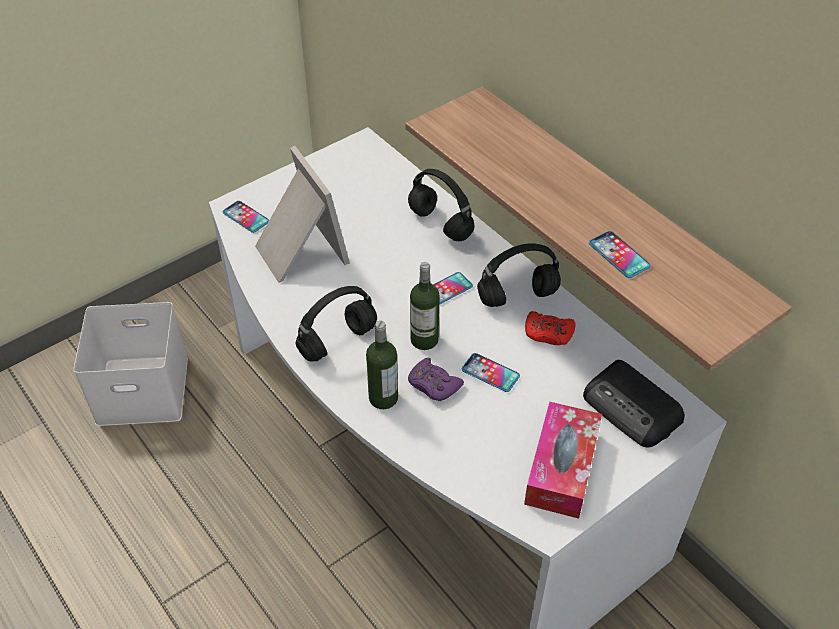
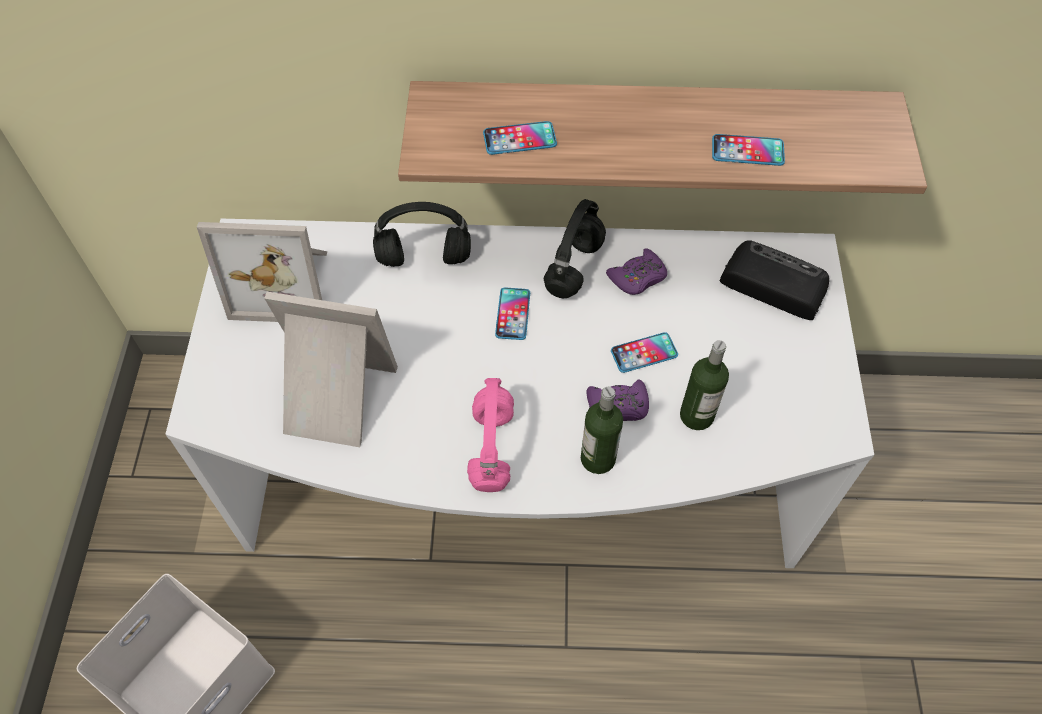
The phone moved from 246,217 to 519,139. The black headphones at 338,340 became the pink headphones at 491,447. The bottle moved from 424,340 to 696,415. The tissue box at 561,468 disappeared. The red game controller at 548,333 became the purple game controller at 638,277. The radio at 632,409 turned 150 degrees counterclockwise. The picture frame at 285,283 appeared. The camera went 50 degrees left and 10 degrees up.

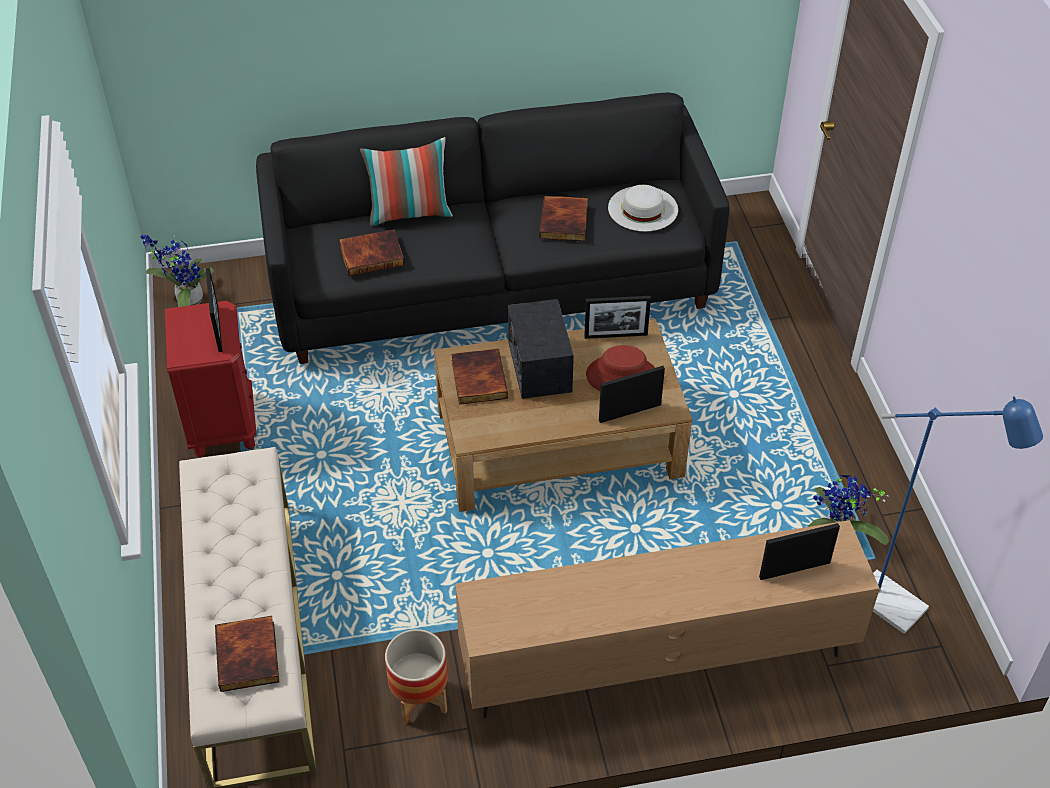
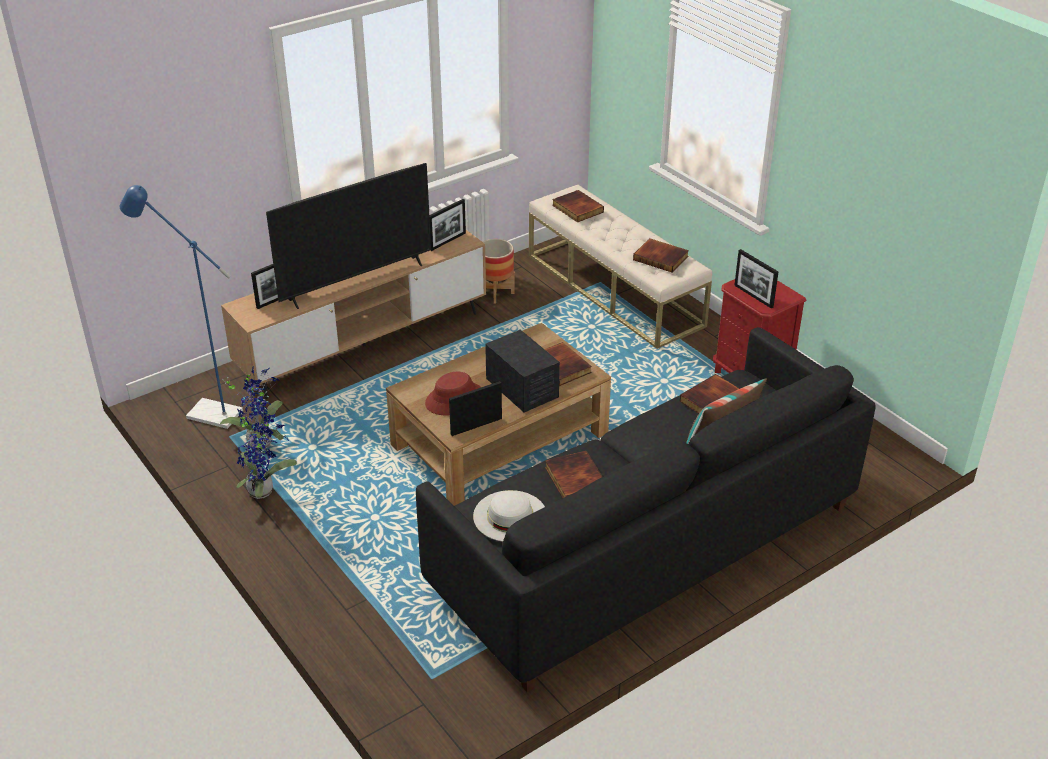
The potted plant moved from 186,300 to 264,490. The picture frame moved from 630,412 to 447,241. The television at 356,282 appeared. The book at 661,258 appeared. The camera went 155 degrees right and 10 degrees down.

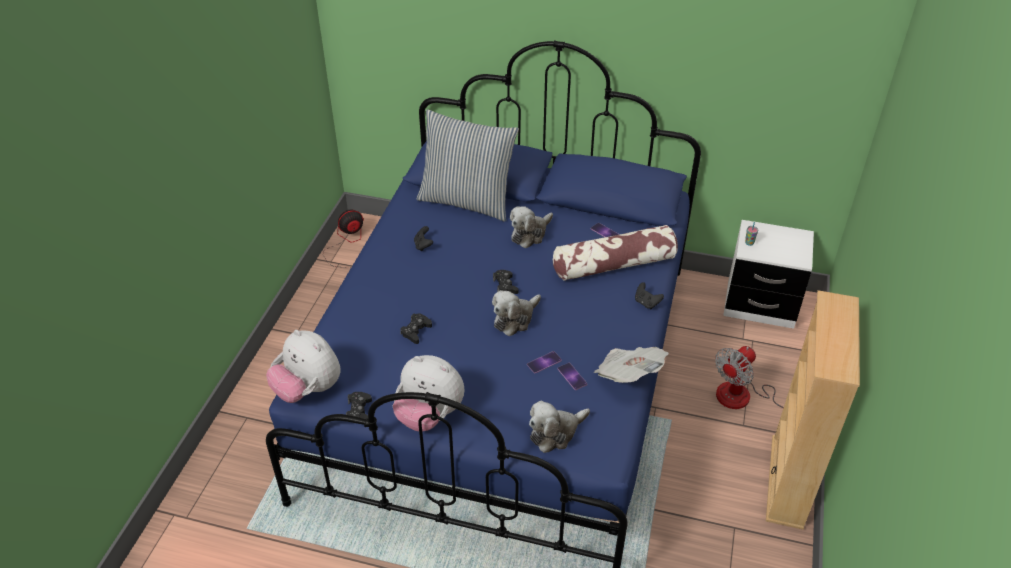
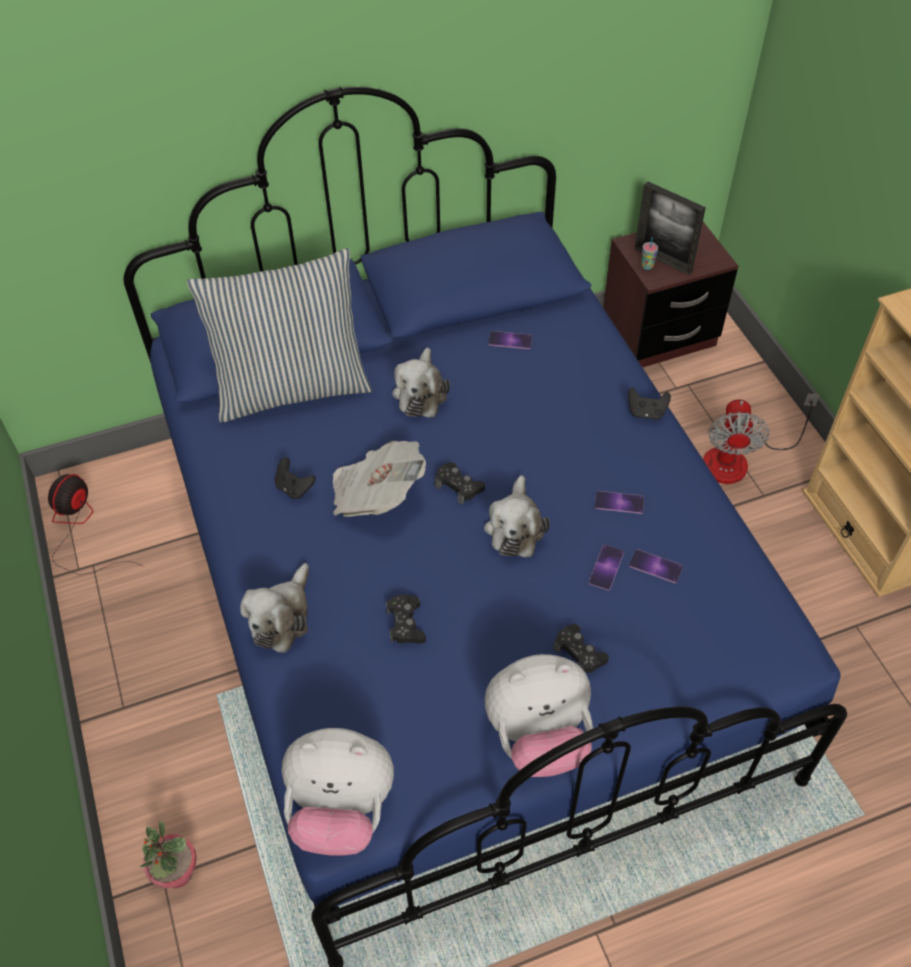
The black game controller moved from 359,411 to 579,653. The plush toy moved from 555,432 to 282,617. The pillow at 613,265 disappeared. The newspaper moved from 628,375 to 376,494. The white nightstand at 760,304 became the brown nightstand at 658,334. The potted plant at 177,873 appeared. The phone at 619,502 appeared. The picture frame at 663,260 appeared. The camera went 35 degrees left and 10 degrees up.

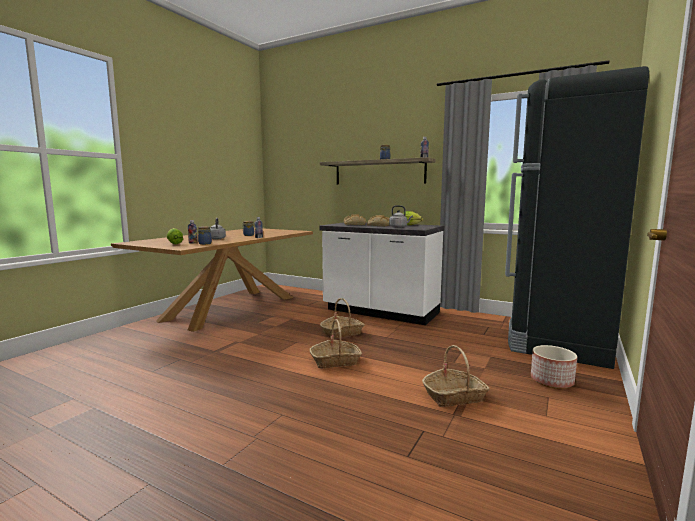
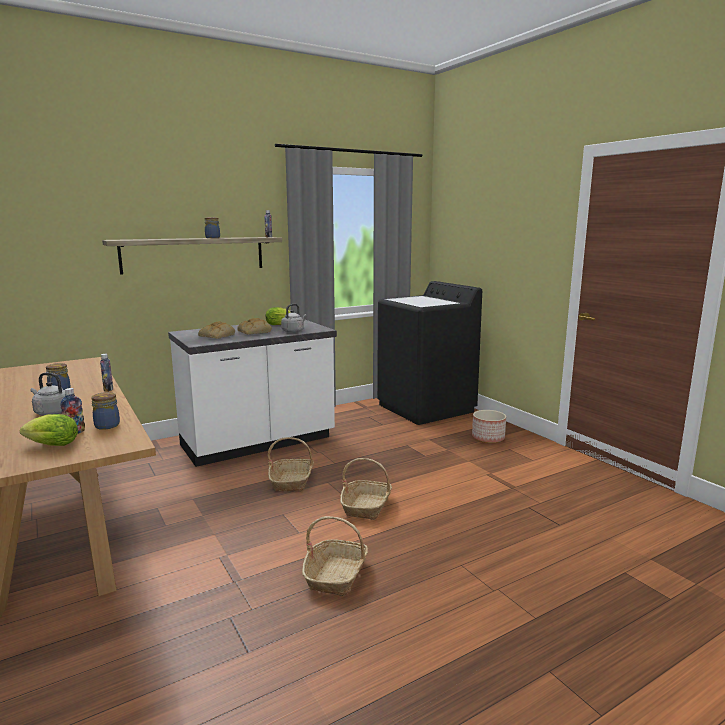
The basket moved from 454,396 to 336,575. The black fridge at 558,341 was replaced by the black washing machine at 426,408. The camera went 60 degrees left and 5 degrees up.

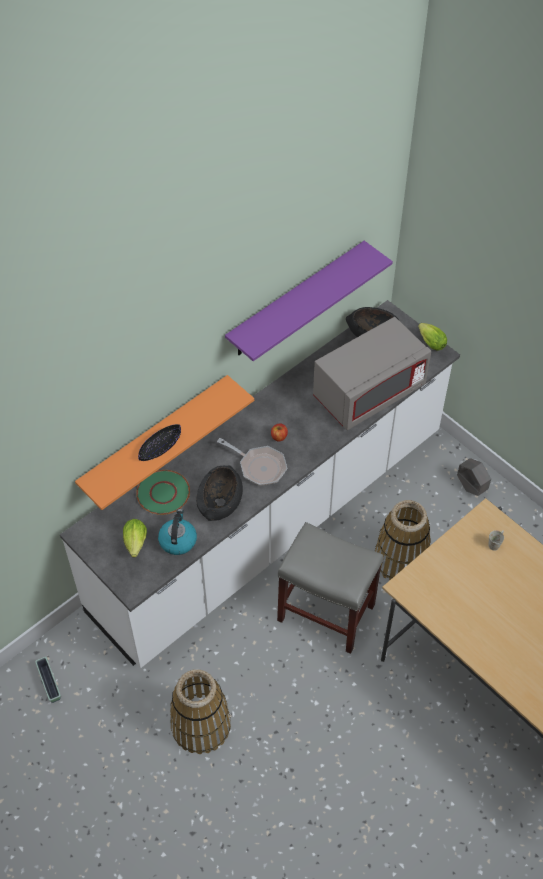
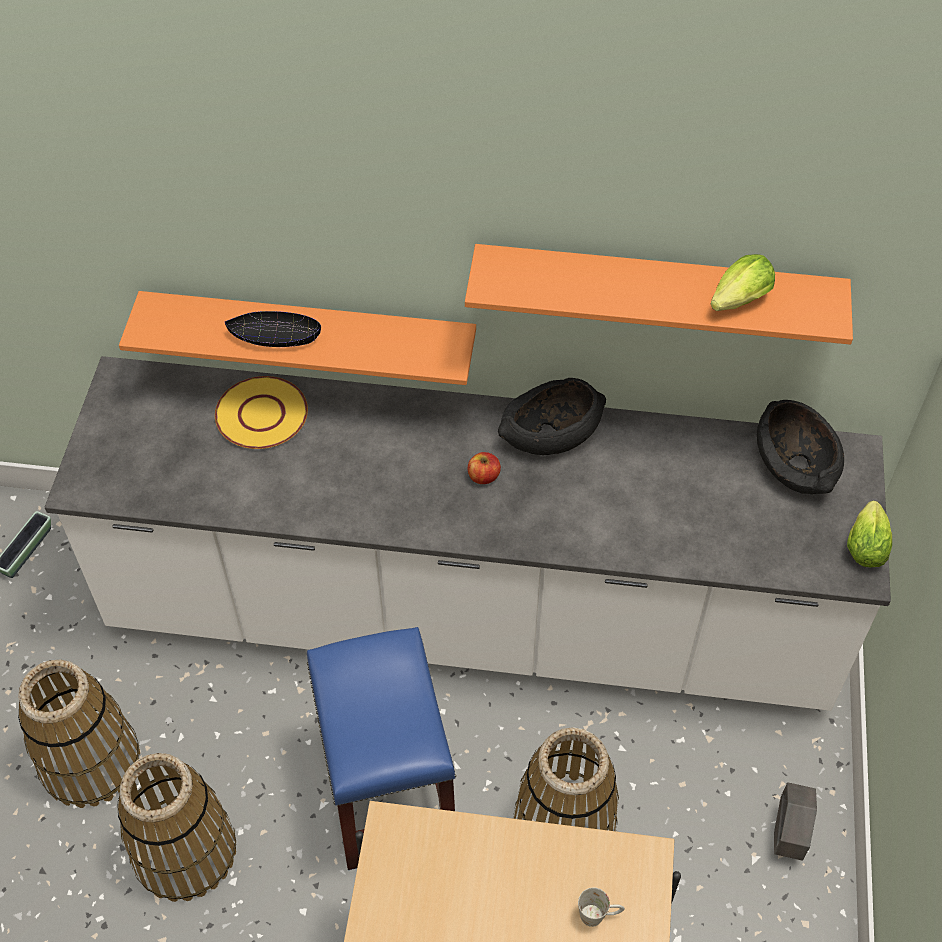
The lettuce moved from 135,545 to 736,303. The green plate at 163,493 became the yellow plate at 261,414. The kettle at 177,540 disappeared. The black bowl moved from 220,502 to 550,434. The frying pan at 259,467 disappeared. The purple shelf at 296,300 became the orange shelf at 656,289. The grey stool at 325,613 became the blue stool at 386,788. The grey microwave at 369,393 disappeared. The basket at 184,851 appeared. The camera went 50 degrees right and 0 degrees up.

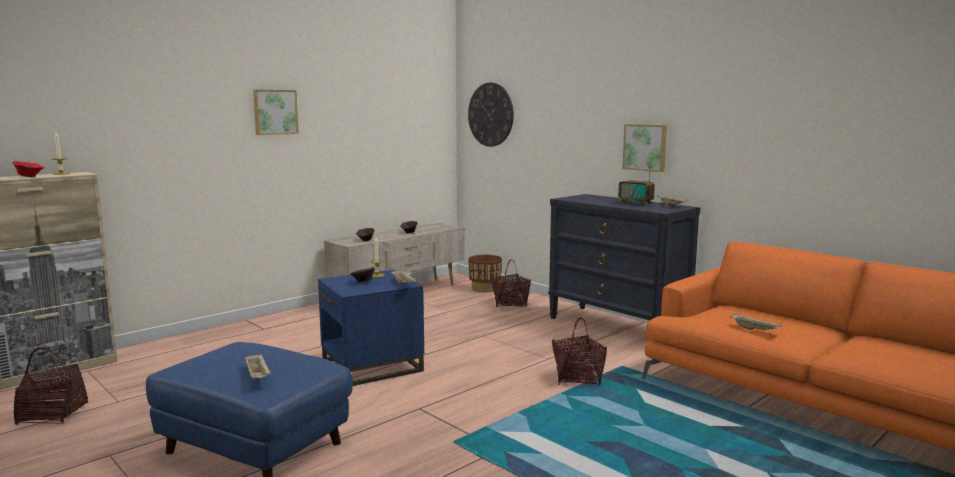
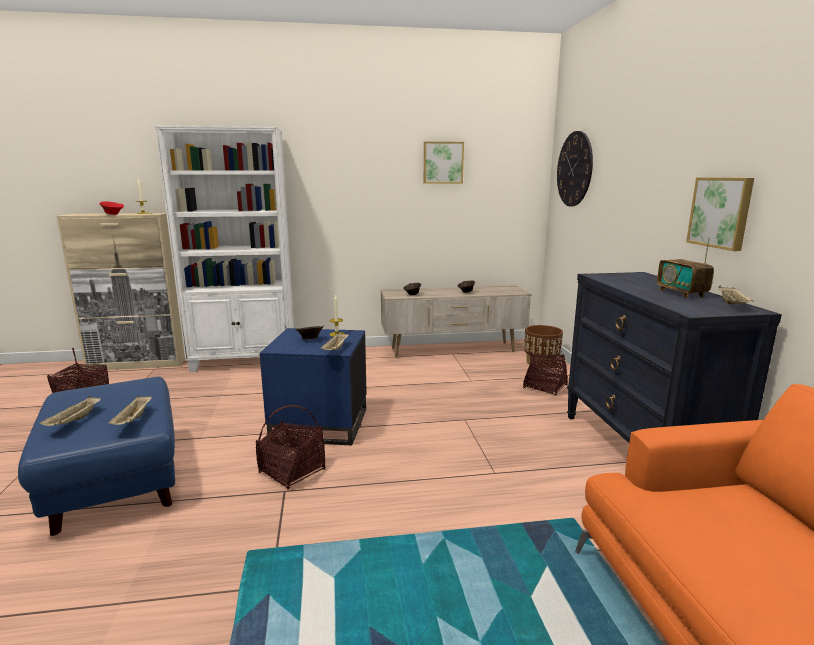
The picture moved from 275,112 to 443,162. The basket moved from 578,377 to 292,471. The beige tray moved from 755,330 to 133,420. The white bookcase at 245,361 appeared. The camera went 35 degrees right and 5 degrees up.

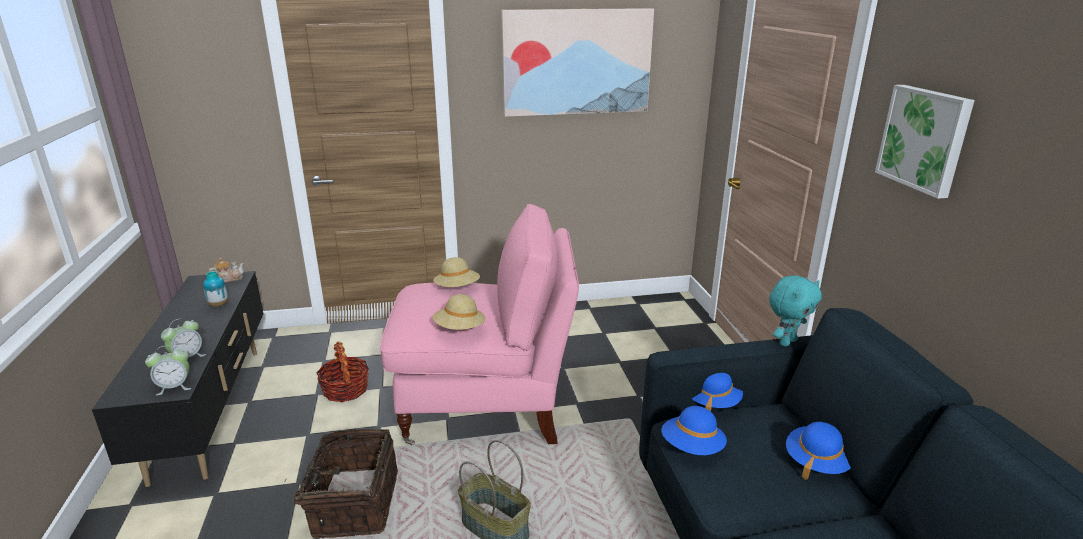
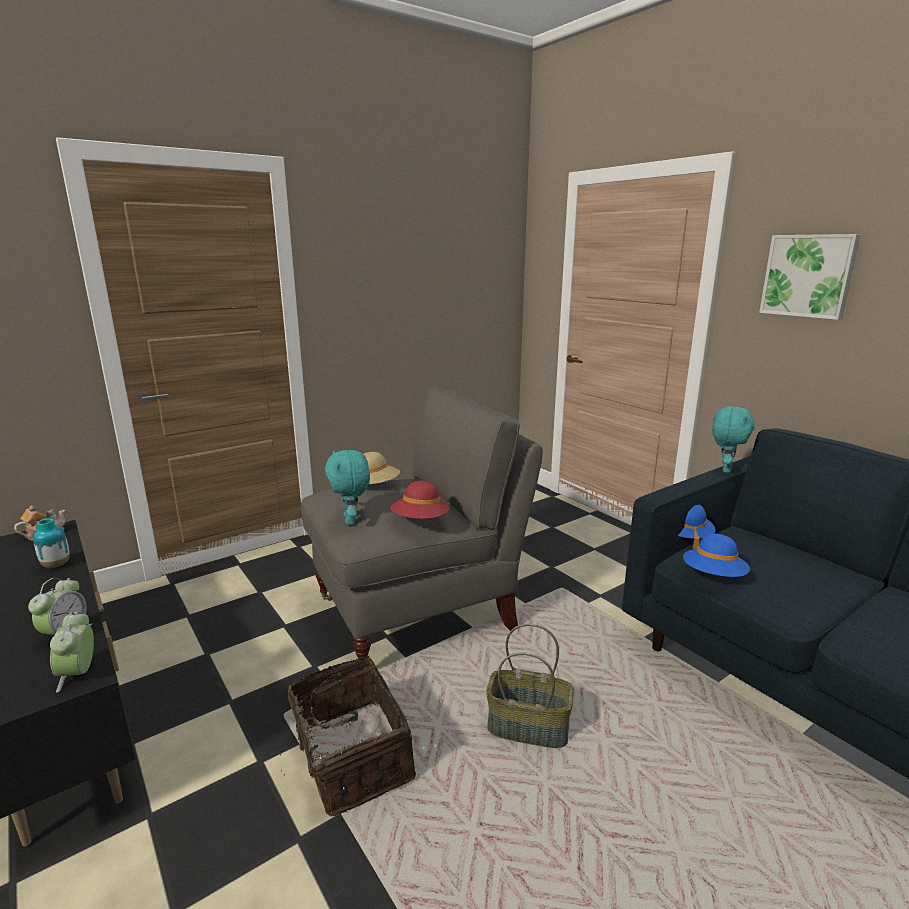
The alarm clock at 174,387 turned 120 degrees clockwise. The basket at 345,390 disappeared. The pink armchair at 486,406 became the grey armchair at 418,613. The beige hat at 459,329 became the red hat at 420,521. The picture at 576,62 disappeared. The blue hat at 817,462 disappeared. The turquoise plush toy at 351,520 appeared. The camera went 25 degrees left and 5 degrees down.

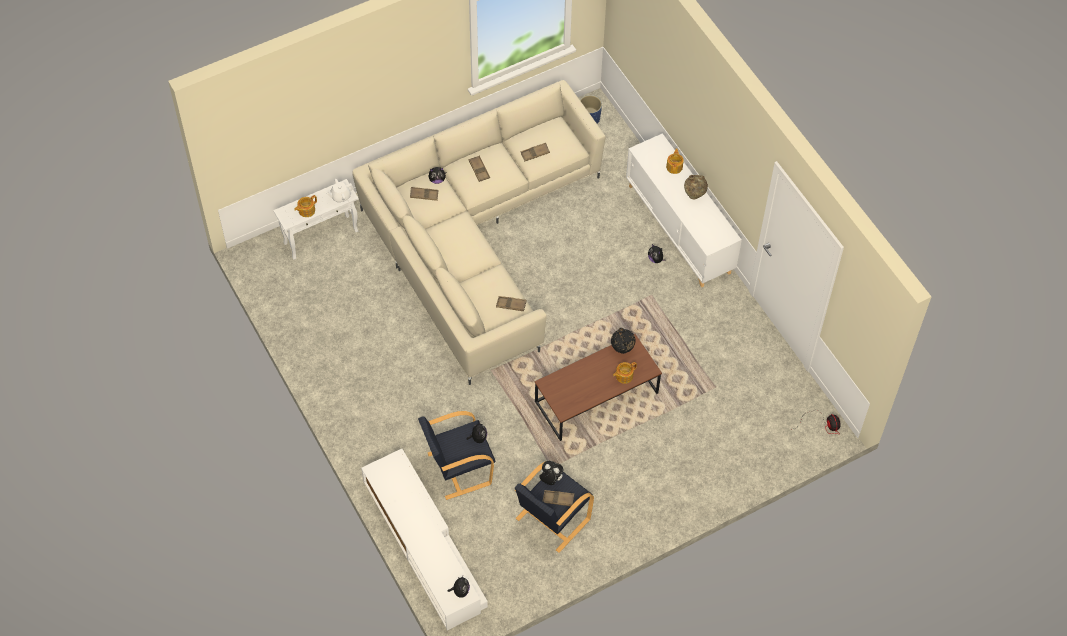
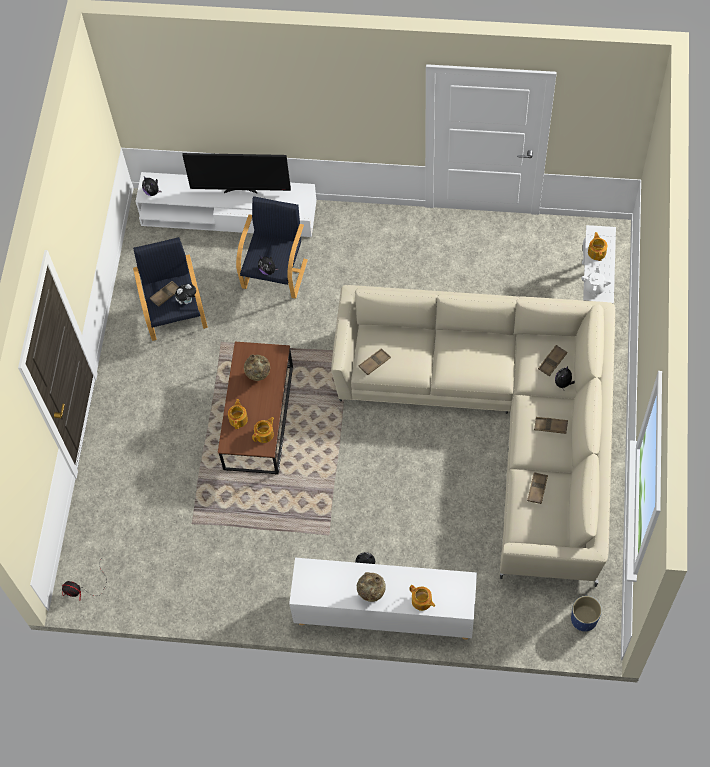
The black vase at 622,350 was replaced by the teapot at 265,434. The television at 241,190 appeared. The beige vase at 259,377 appeared. The camera went 130 degrees right and 5 degrees up.

